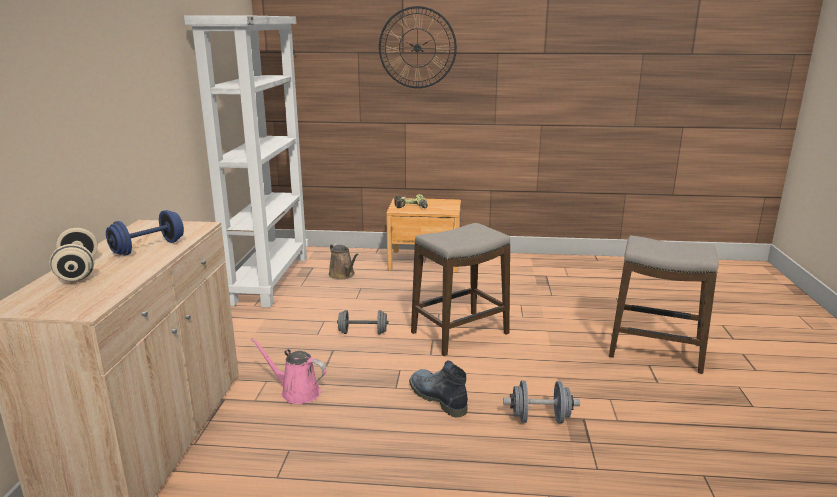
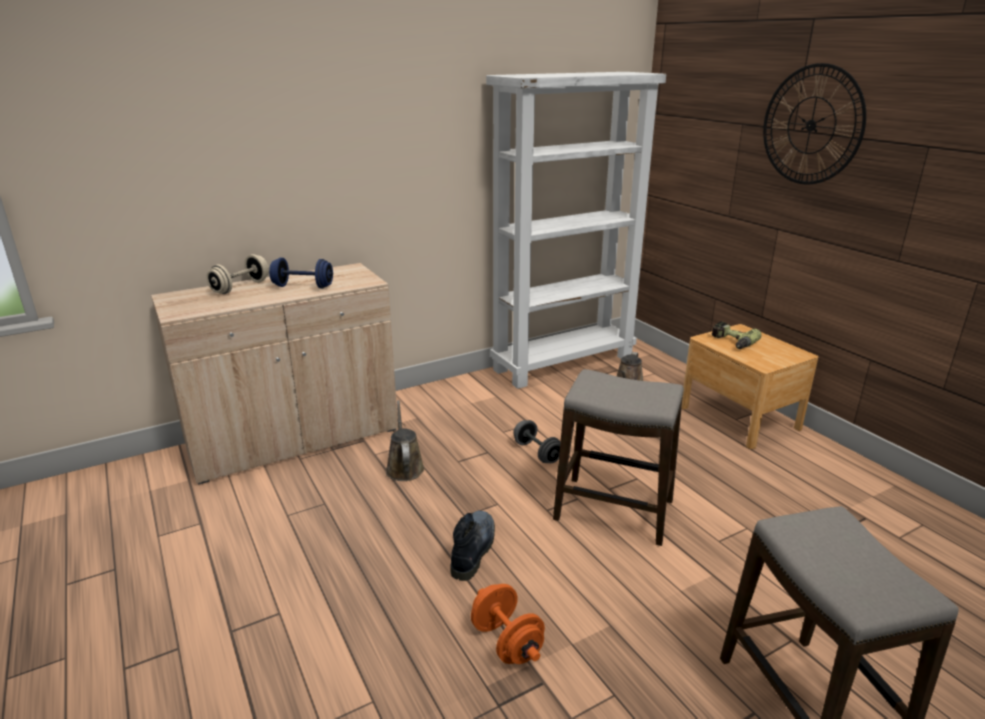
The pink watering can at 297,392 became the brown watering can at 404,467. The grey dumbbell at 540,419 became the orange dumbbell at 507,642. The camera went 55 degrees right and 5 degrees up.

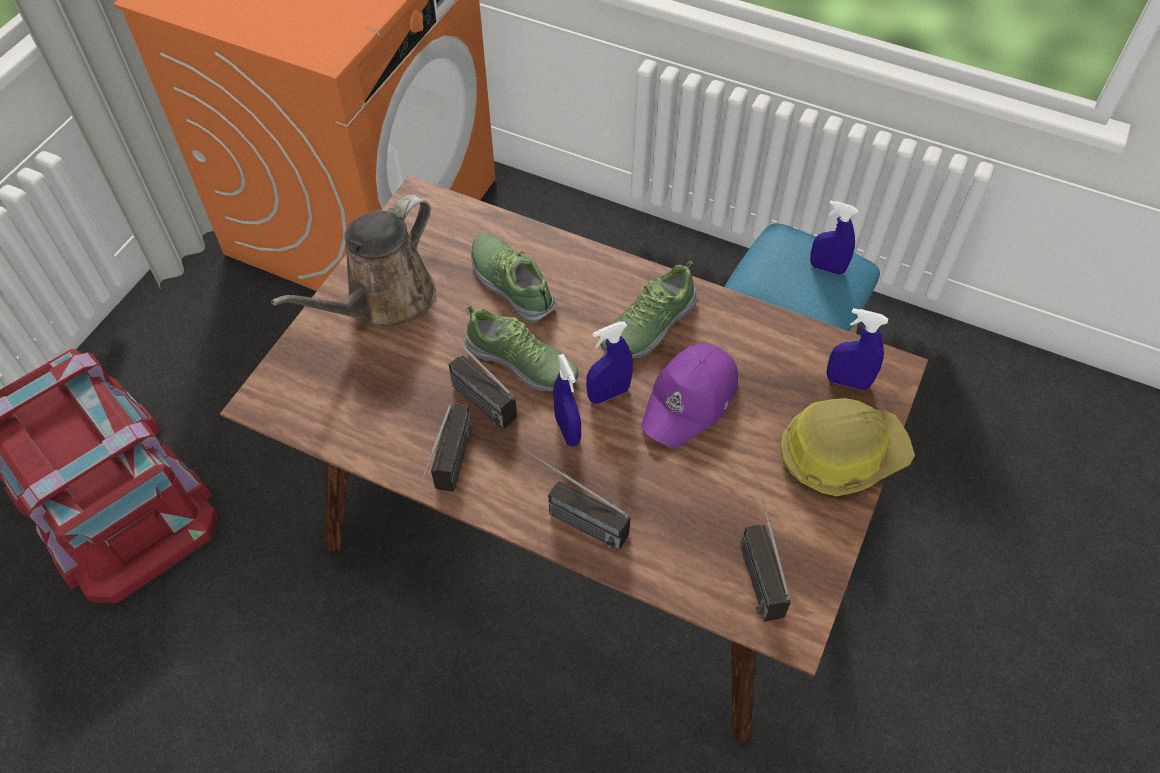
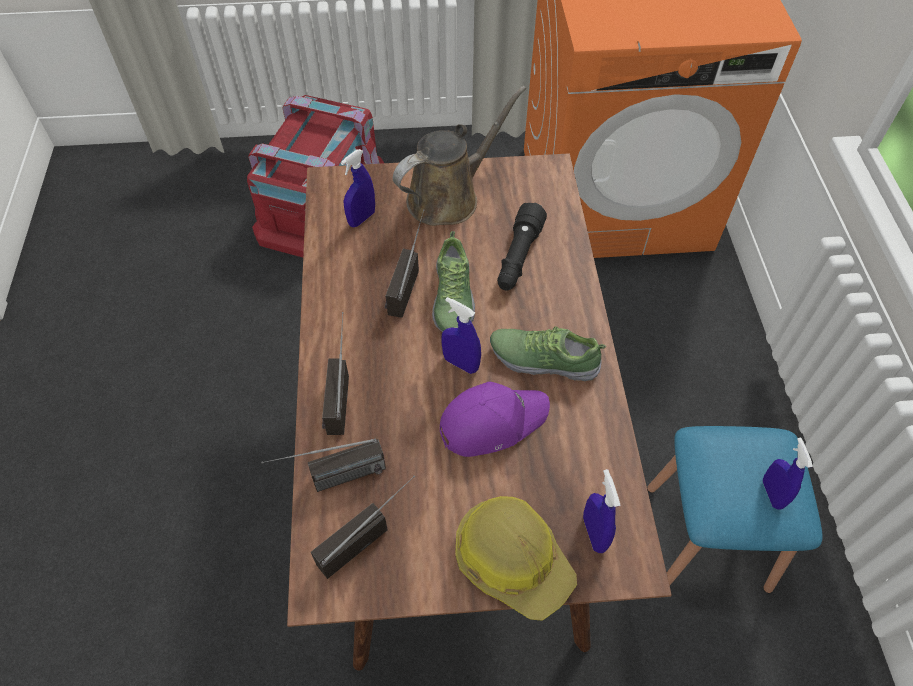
The brown watering can at 384,301 turned 135 degrees clockwise. The radio moved from 451,475 to 331,481. The shoe at 512,284 was replaced by the black flashlight at 518,257. The blue spray bottle moved from 567,430 to 361,218. The purple cap at 691,401 turned 150 degrees clockwise. The camera went 60 degrees right and 0 degrees up.

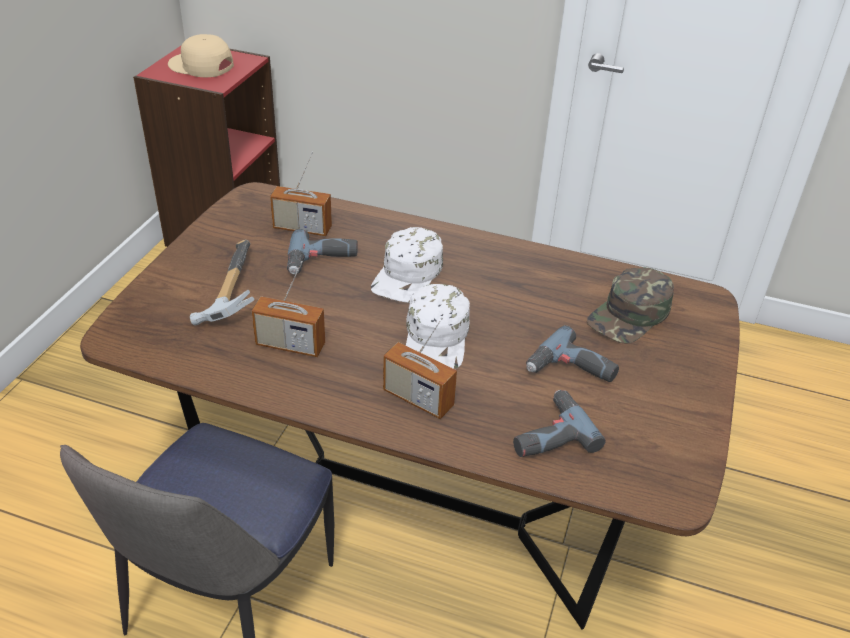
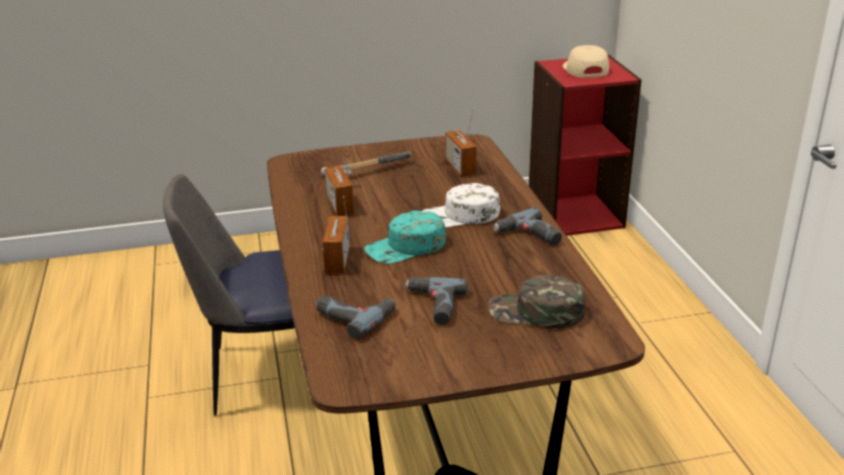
The power drill moved from 322,261 to 528,236. The white cap at 437,338 became the turquoise cap at 406,247. The camera went 60 degrees right and 10 degrees down.

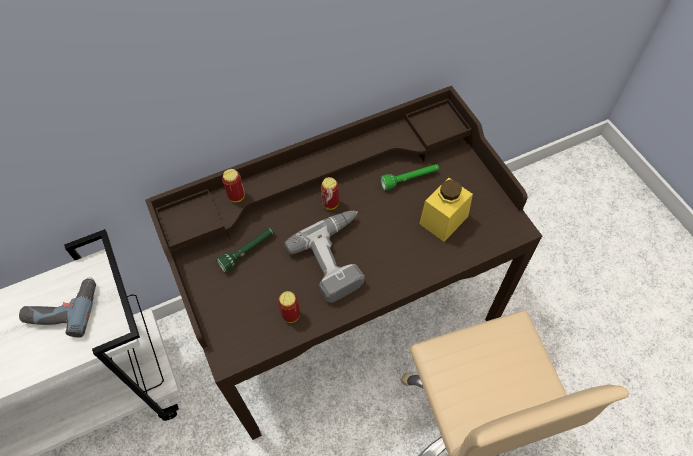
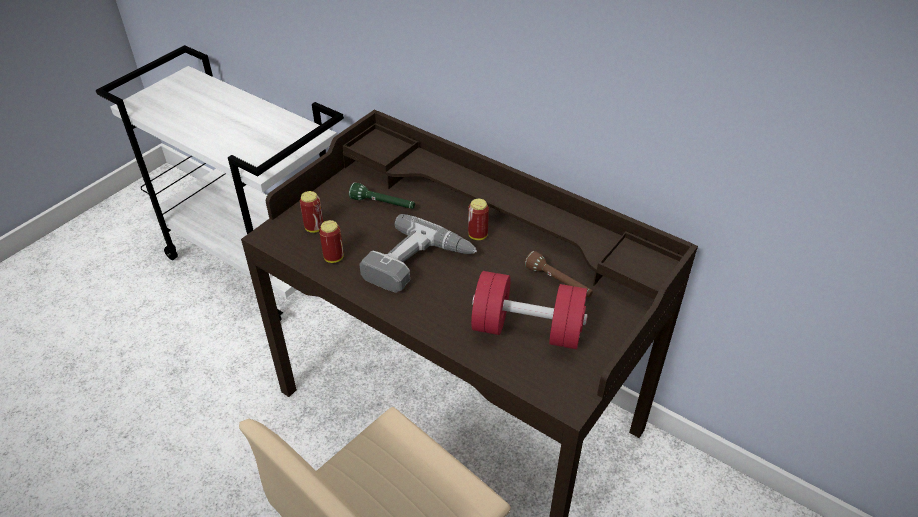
The power drill at 63,308 disappeared. The can moved from 236,196 to 314,228. The green flashlight at 410,179 became the brown flashlight at 558,282. The yellow jar at 443,220 was replaced by the red dumbbell at 527,329. The camera went 60 degrees right and 15 degrees down.

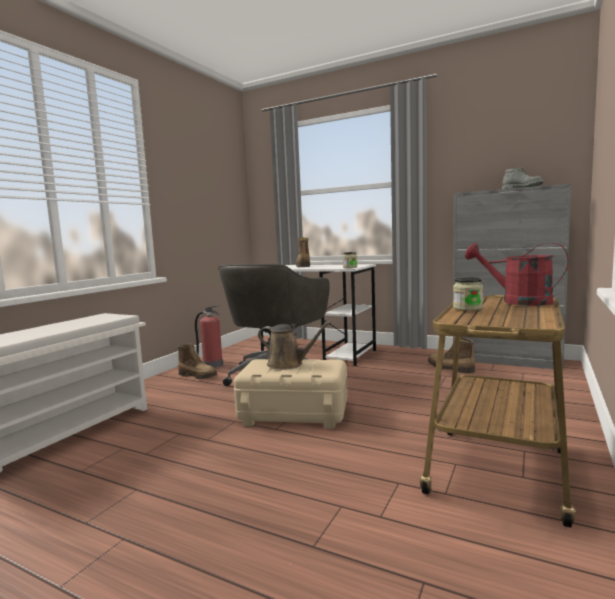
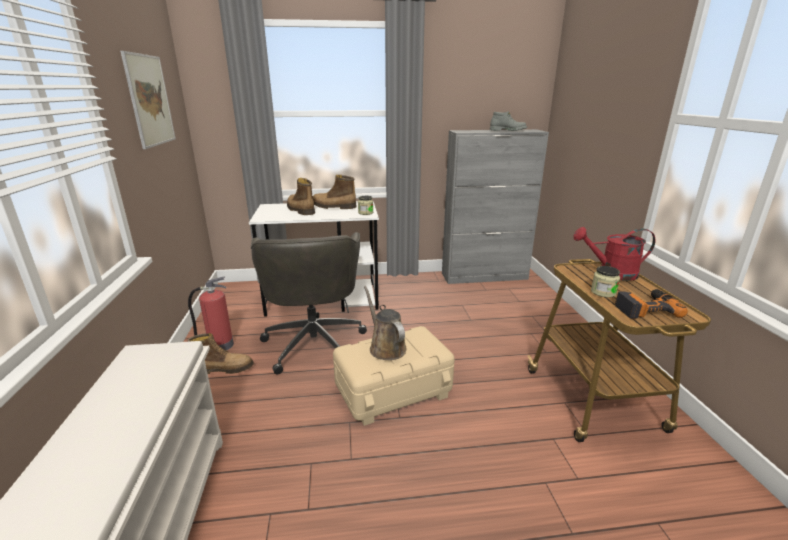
The brown watering can at 288,364 turned 105 degrees counterclockwise. The boot moved from 450,368 to 333,207. The picture at 150,100 appeared. The power drill at 645,308 appeared. The camera went 35 degrees left and 15 degrees up.

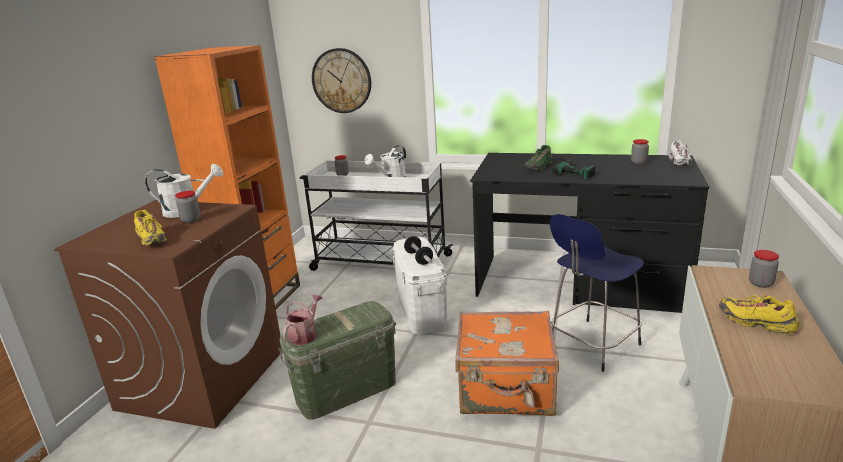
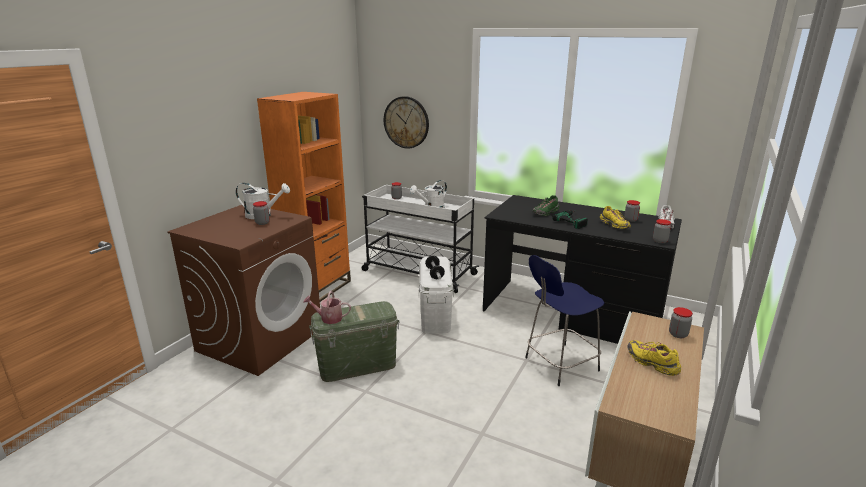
The yellow shoe moved from 151,240 to 614,225. The watering can at 305,334 turned 120 degrees counterclockwise. The orange suitcase at 506,391 disappeared. The jar at 660,241 appeared. The camera went 10 degrees right and 0 degrees up.

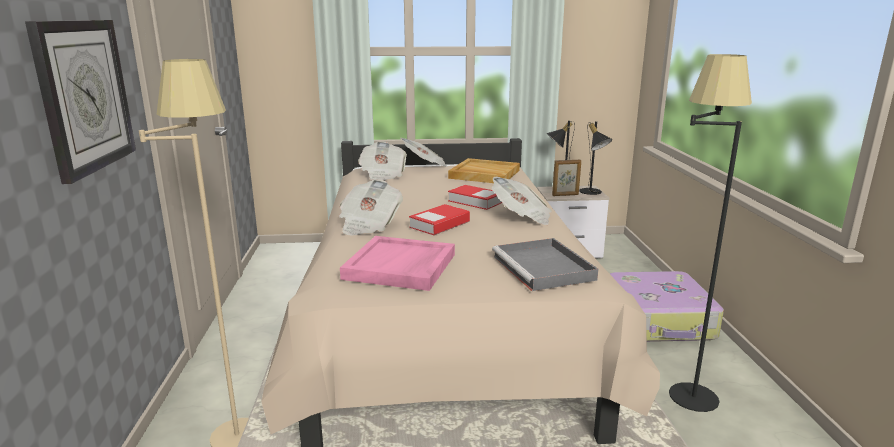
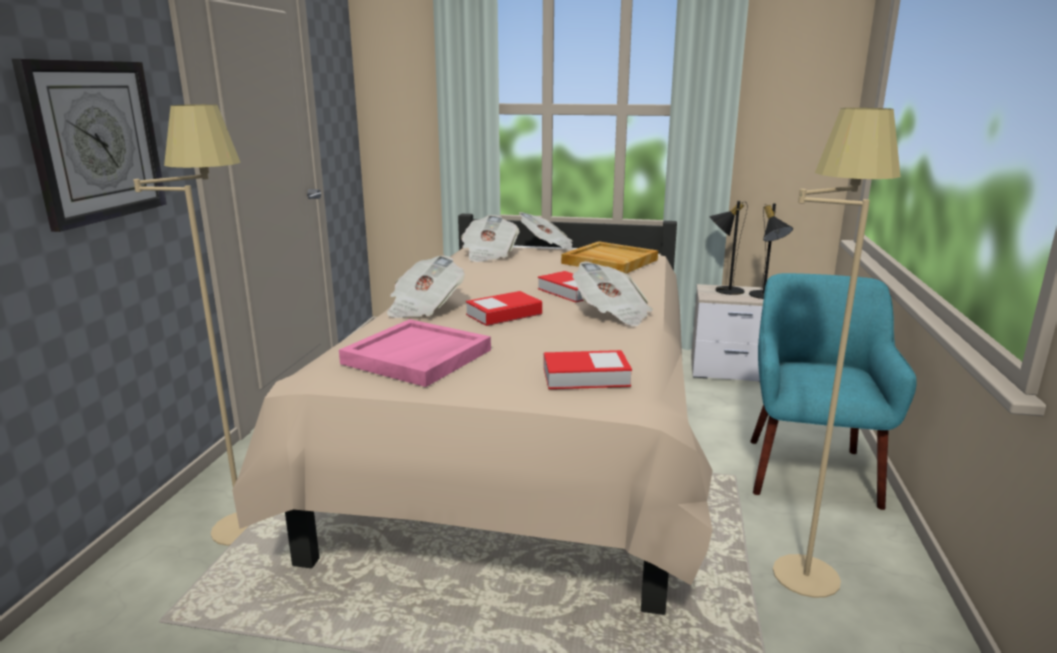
The grey tray at 544,268 was replaced by the book at 586,377. The picture frame at 565,195 disappeared. The suitcase at 658,320 was replaced by the turquoise armchair at 809,471. The black floor lamp at 683,384 became the beige floor lamp at 800,556. The camera went 15 degrees right and 0 degrees up.

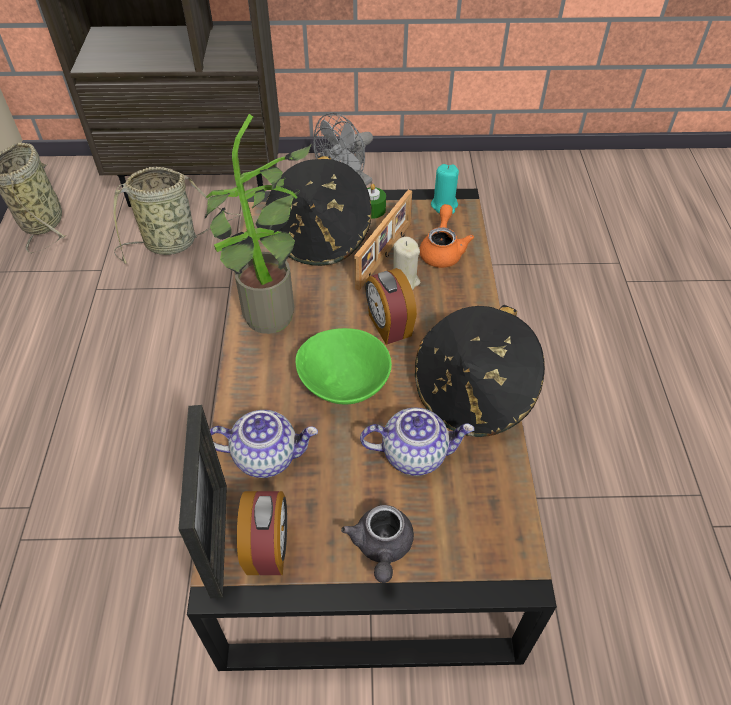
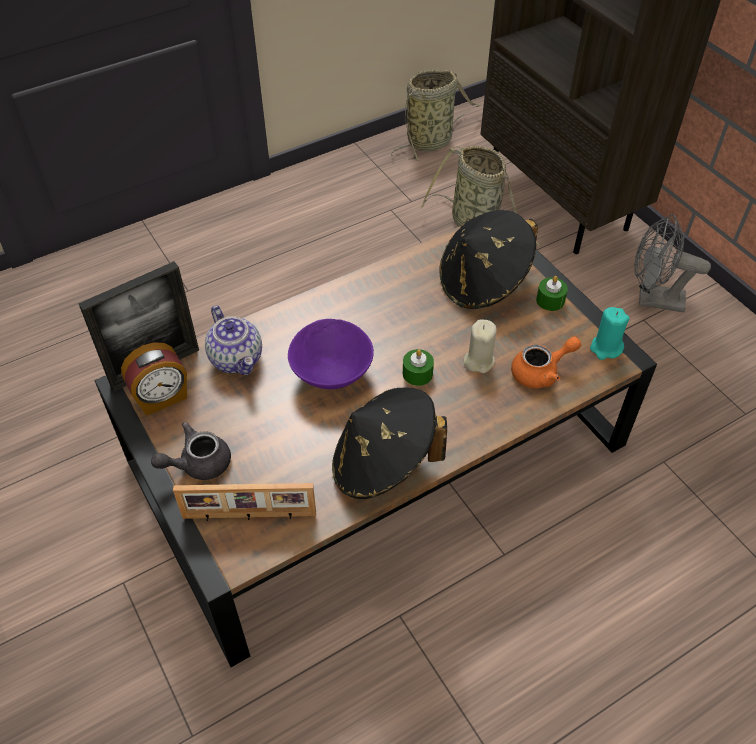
The potted plant at 272,321 disappeared. The green bowl at 343,385 became the purple bowl at 332,373. The picture frame moved from 385,256 to 249,516. The teapot at 415,453 disappeared. The alarm clock at 388,326 was replaced by the green candle at 417,373. The camera went 60 degrees right and 0 degrees up.

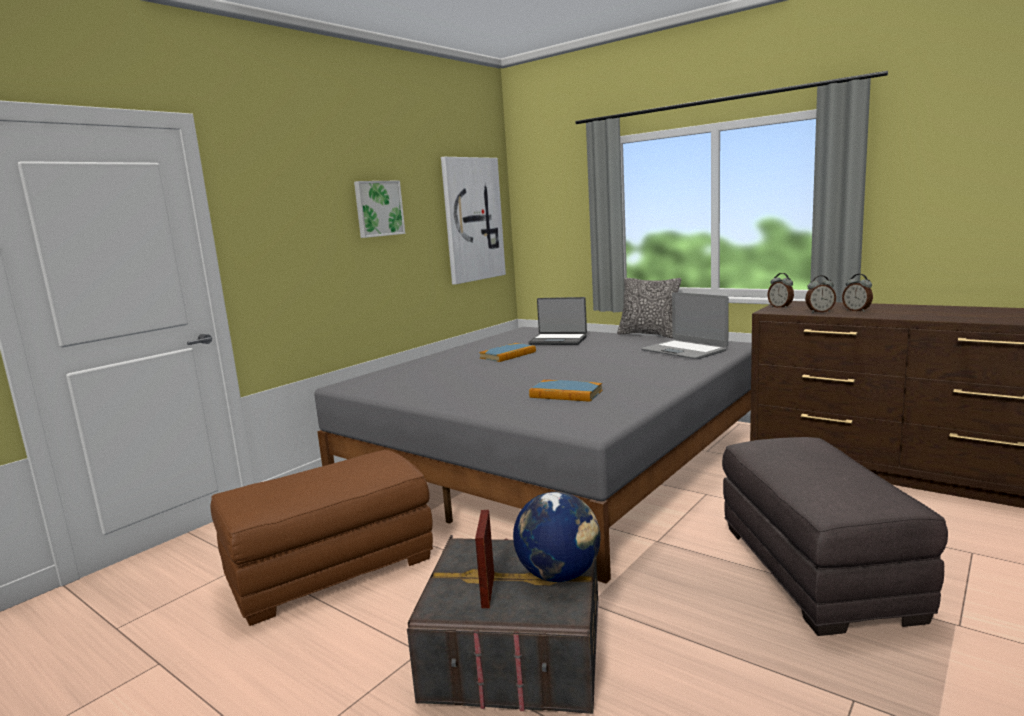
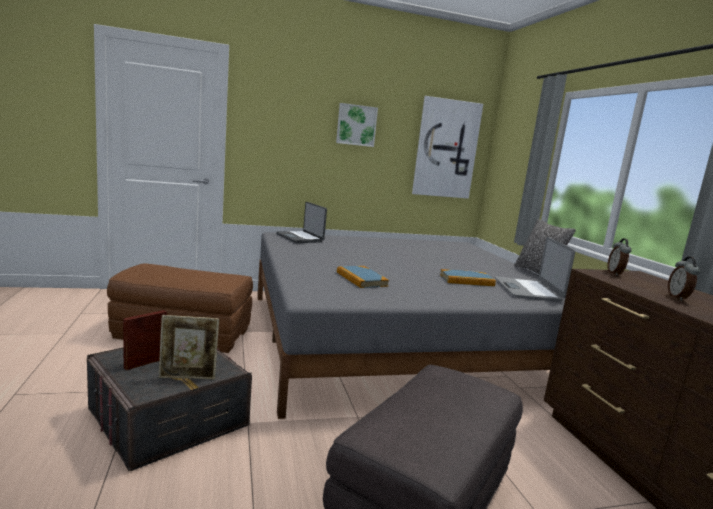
The book moved from 508,355 to 466,280. The globe at 559,575 was replaced by the picture frame at 188,377. The laptop moved from 558,340 to 300,238. The alarm clock at 819,312 disappeared. The camera went 35 degrees right and 0 degrees up.

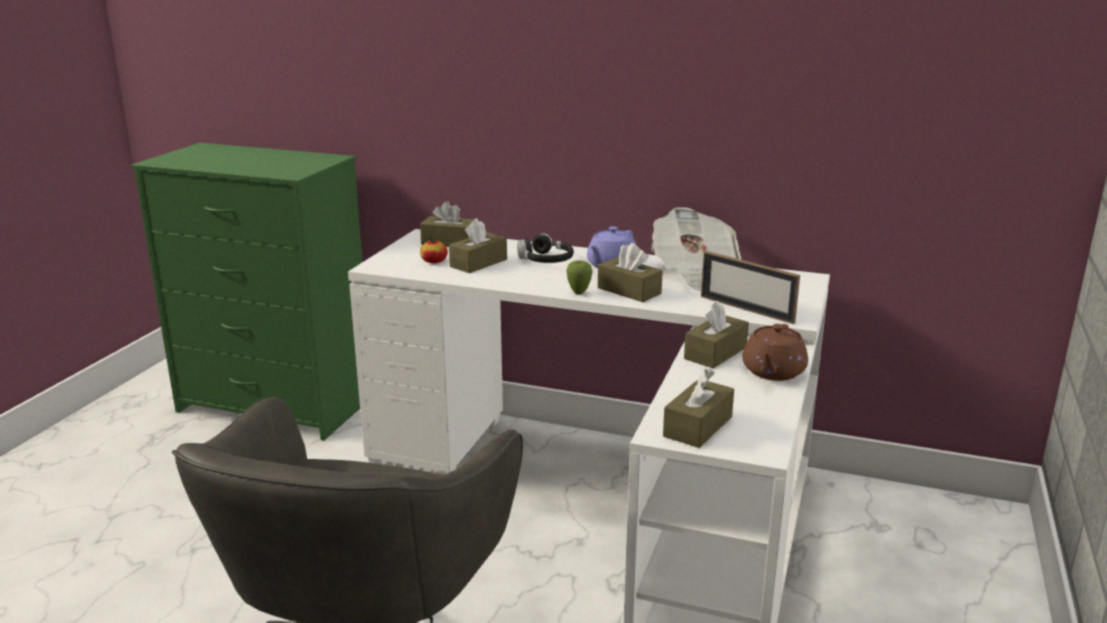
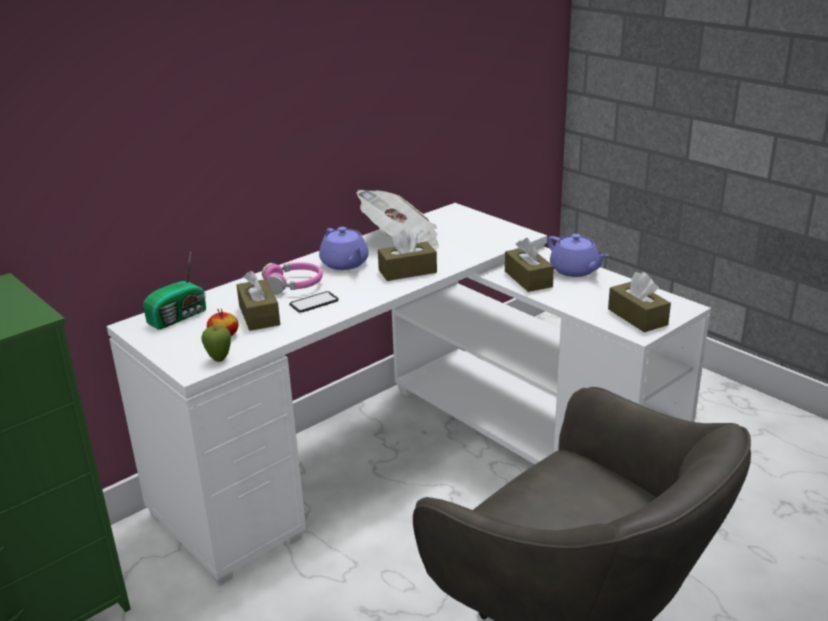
The brown tissue box at 449,242 was replaced by the radio at 179,317. The black headphones at 545,260 became the pink headphones at 293,285. The apple moved from 579,293 to 219,359. The picture frame at 746,309 disappeared. The brown teapot at 773,372 became the purple teapot at 575,270. The phone at 314,303 appeared. The camera went 60 degrees left and 5 degrees up.

